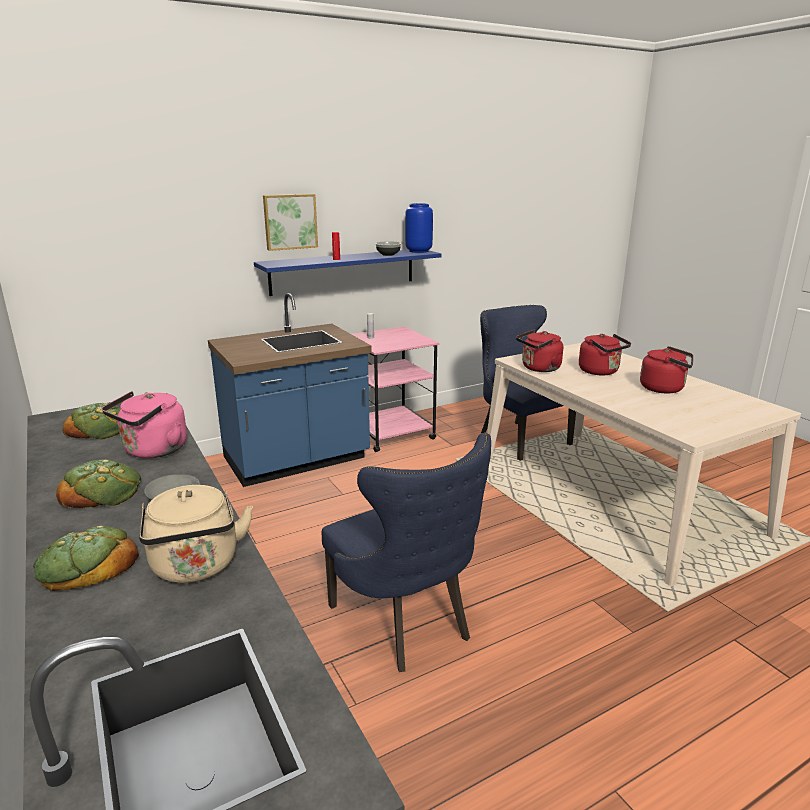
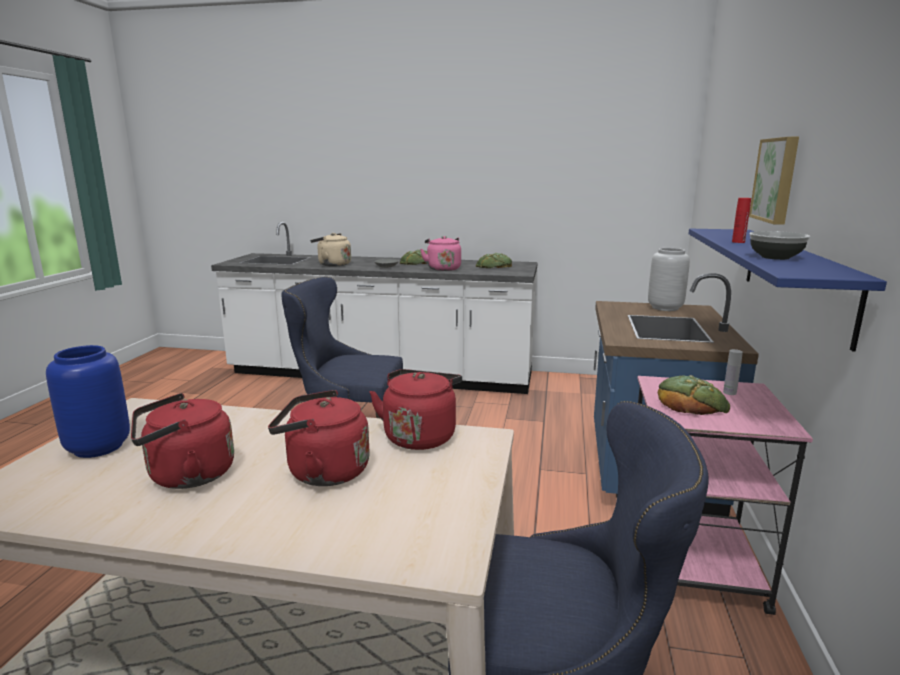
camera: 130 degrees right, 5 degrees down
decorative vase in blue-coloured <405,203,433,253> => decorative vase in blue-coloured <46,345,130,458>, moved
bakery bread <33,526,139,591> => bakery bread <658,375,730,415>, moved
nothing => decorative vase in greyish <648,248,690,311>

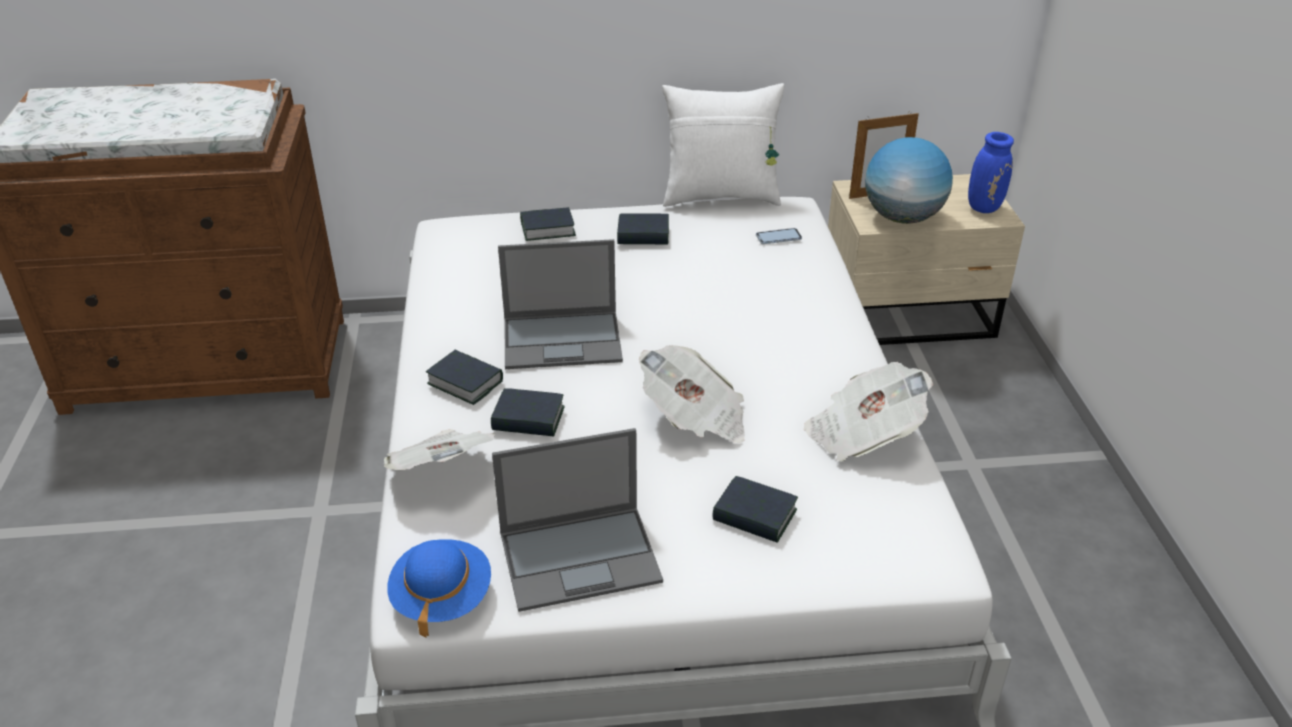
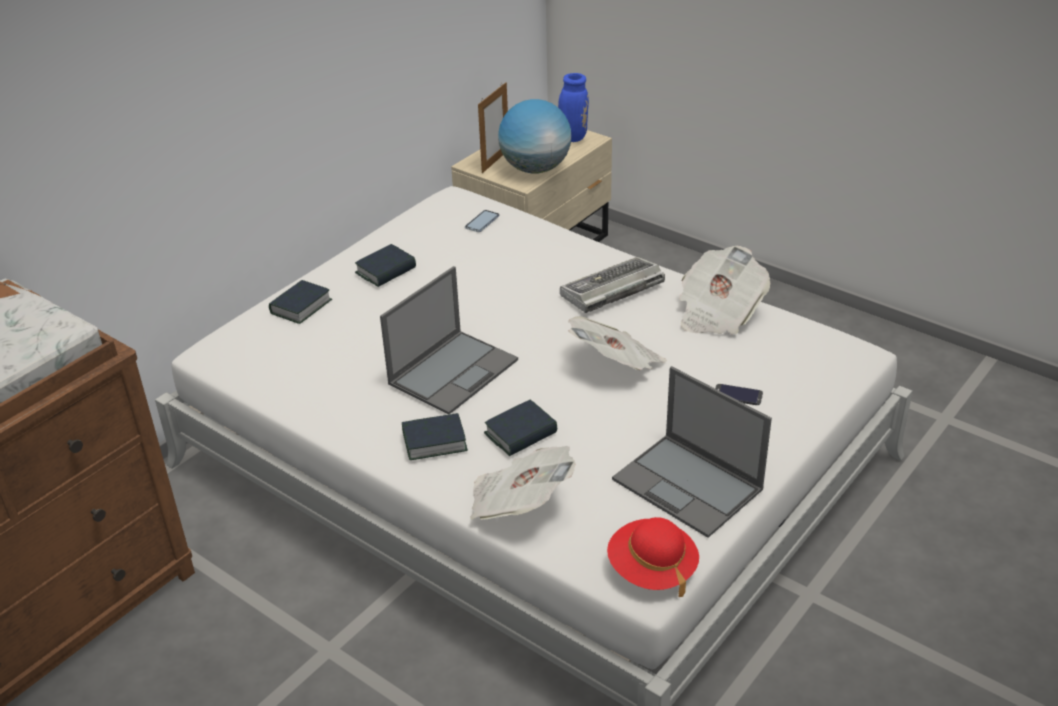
camera: 45 degrees left, 0 degrees up
cushion in white-coloured <662,83,784,207> => nothing
laptop <492,428,663,612> => laptop <612,366,772,538>, 105 degrees clockwise
book <713,476,798,543> => handset <715,384,763,405>
clothing hat in blue-coloured <387,539,491,638> => clothing hat in red-coloured <607,517,699,597>
nothing => keyboard <560,257,665,313>

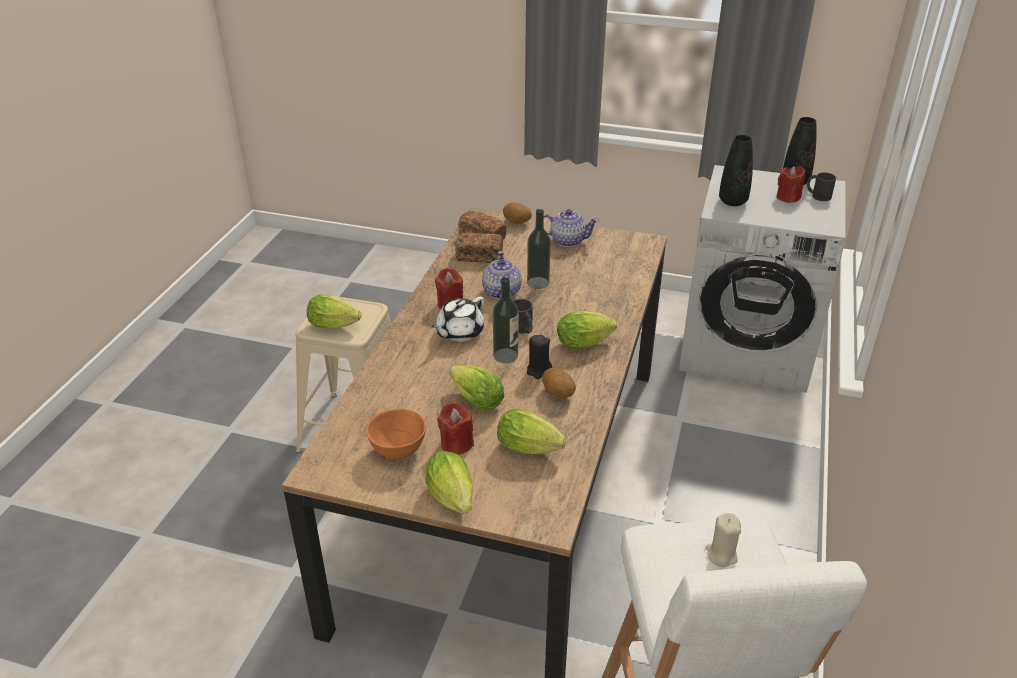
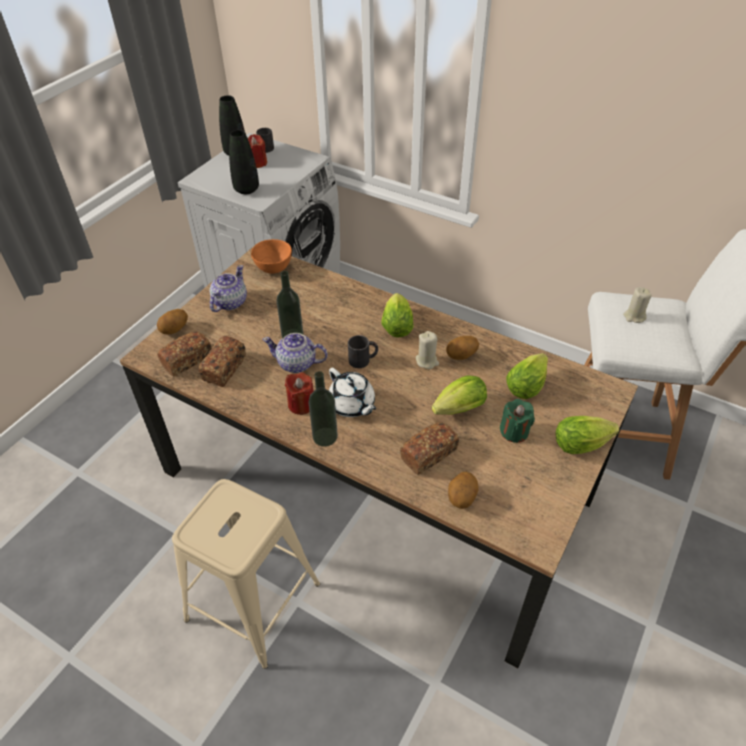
camera: 75 degrees left, 10 degrees up
bottle <493,277,519,363> => bottle <308,371,338,447>, moved
lettuce <307,295,361,329> => nothing
candle in black-coloured <527,335,552,379> => candle in beige-coloured <416,331,439,369>
candle in red-coloured <438,402,474,455> => candle in green-coloured <500,399,535,443>
deep dish in orangey <366,409,426,459> => deep dish in orangey <251,239,292,274>, moved
nothing => bakery bread <400,422,459,475>
nothing => potato <448,471,479,509>

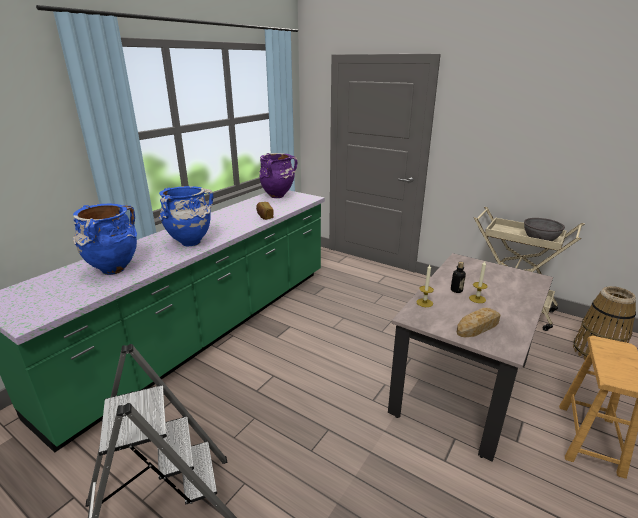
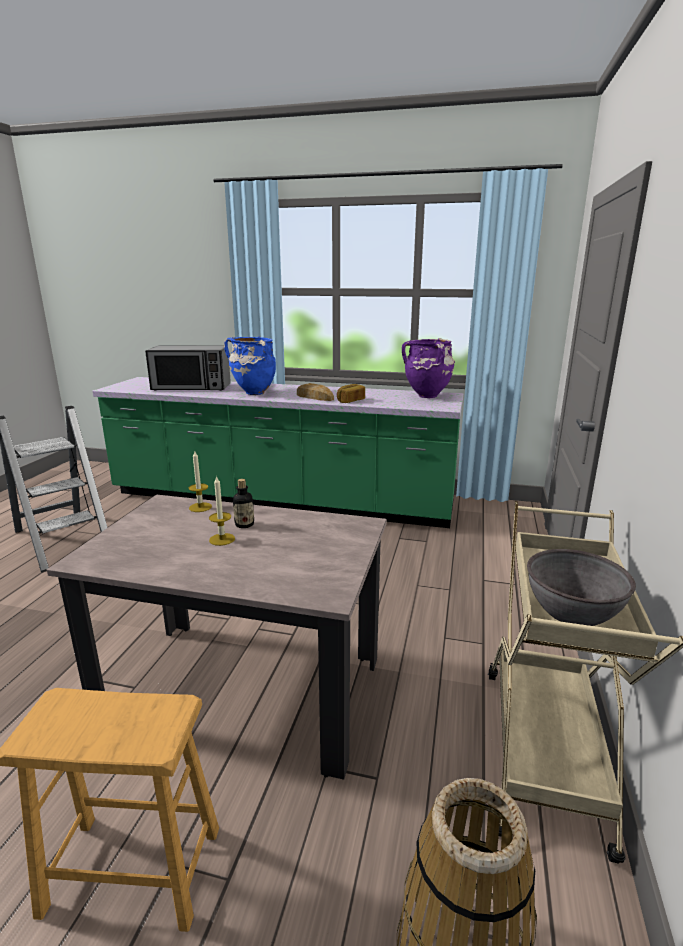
camera: 70 degrees right, 5 degrees down
decorative vase in blue-coloured <73,204,137,275> => microwave oven <145,346,231,391>
bakery bread <457,308,501,337> => bakery bread <297,383,334,401>, moved

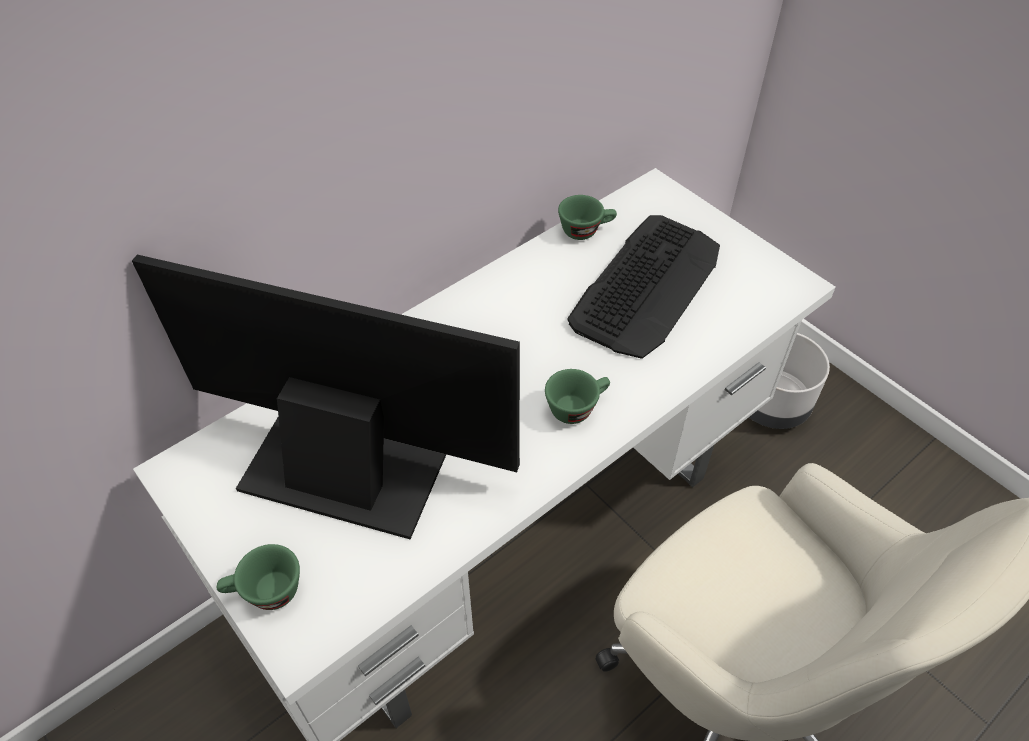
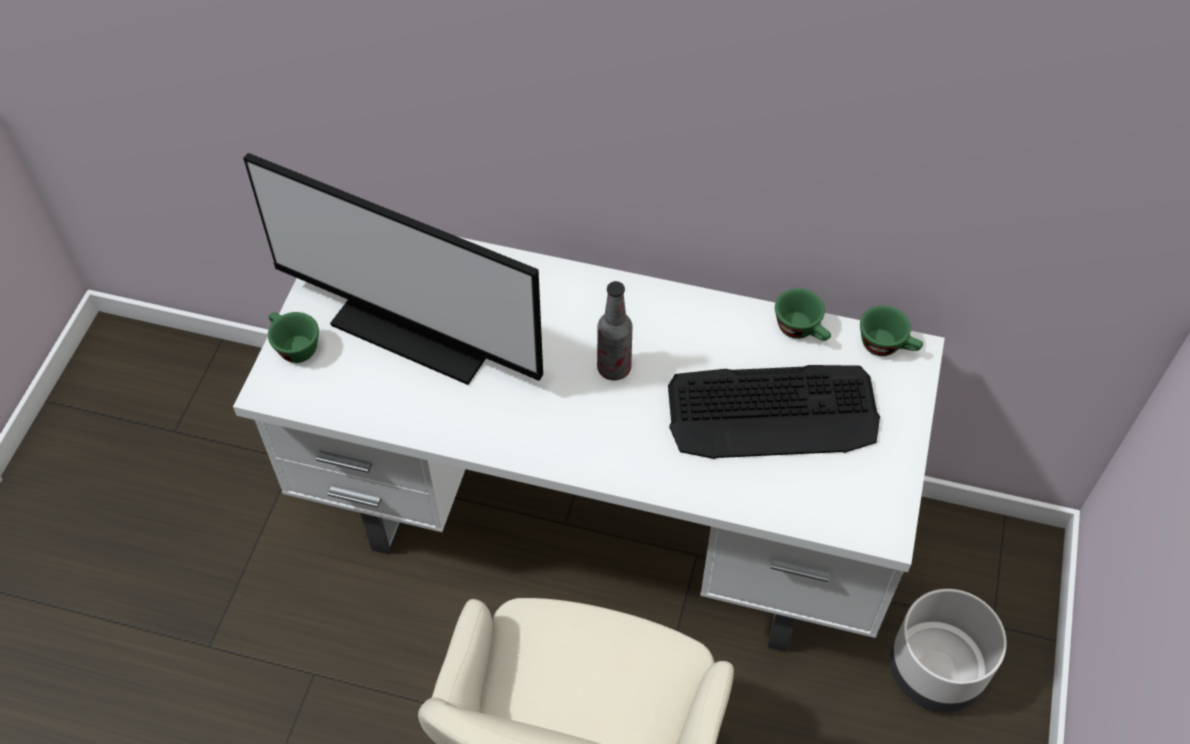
camera: 55 degrees right, 5 degrees up
computer screen <132,255,520,539> => computer screen <243,153,543,385>, 135 degrees clockwise
drinking cup in green-coloured <545,369,610,424> => drinking cup in green-coloured <860,306,923,356>, moved
nothing => bottle <597,281,632,380>

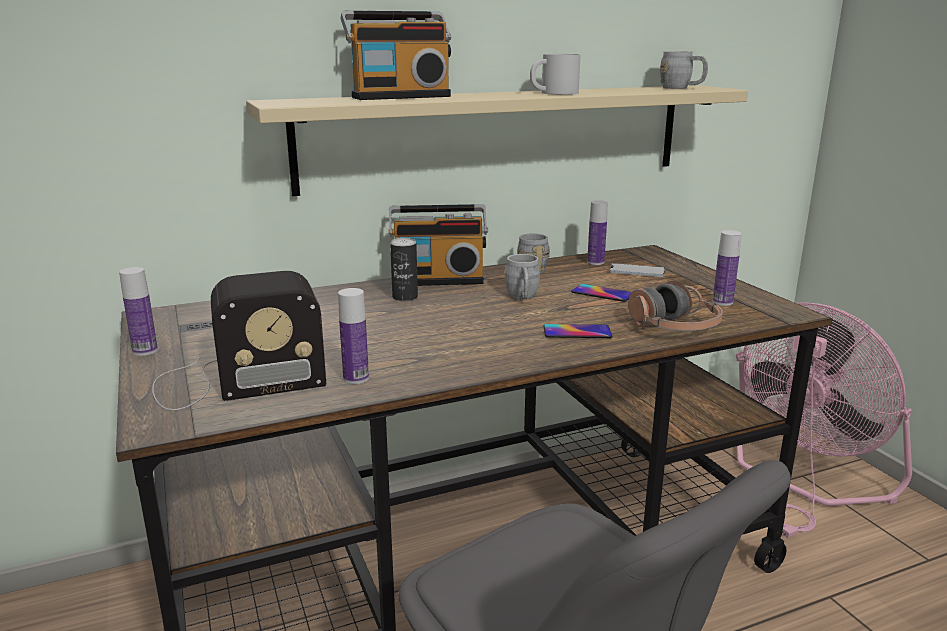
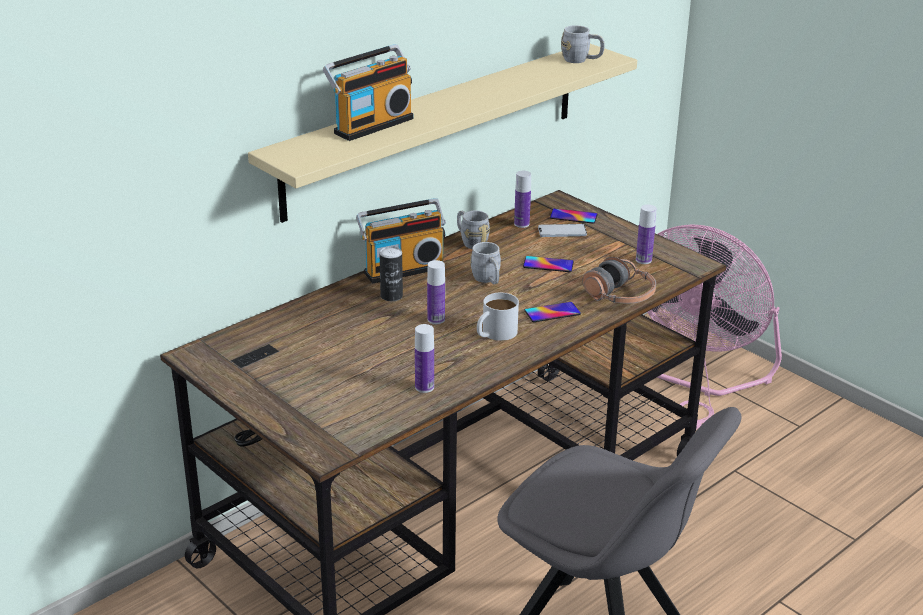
camera: 20 degrees left, 10 degrees up
tea mug in white-coloured <530,54,581,95> => tea mug in white-coloured <477,293,519,341>, moved
bottle <119,267,158,356> => bottle <427,260,445,324>, moved
radio receiver <152,271,326,410> => nothing
nothing => handset <550,208,598,224>

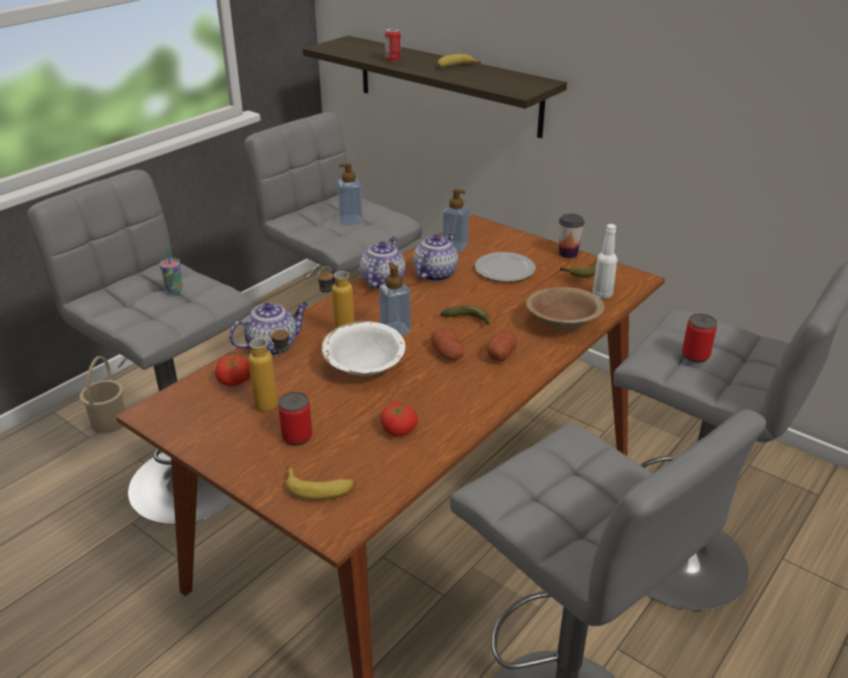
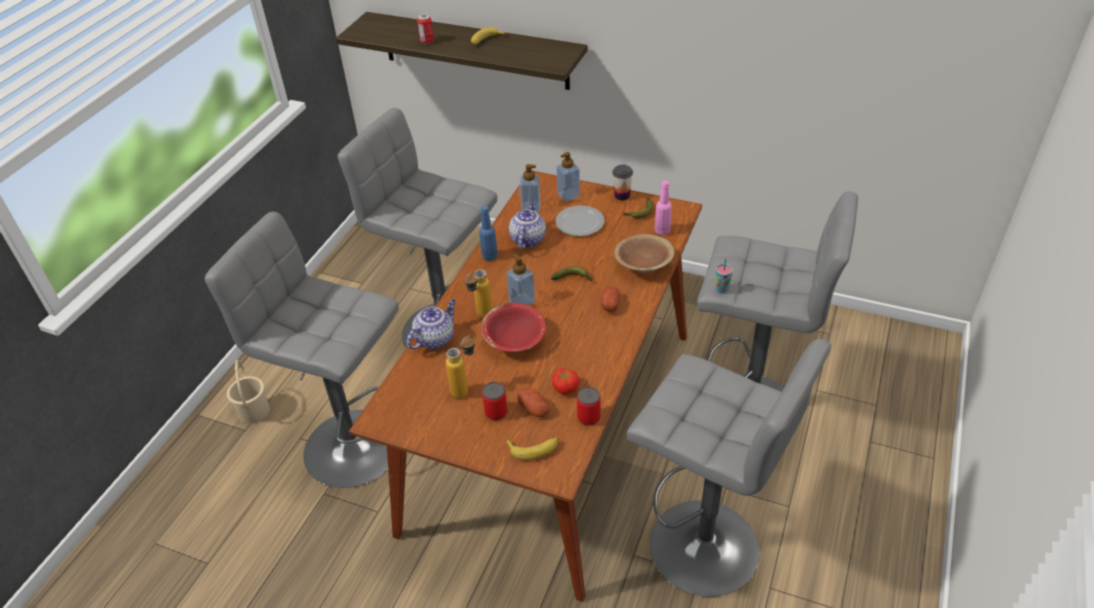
camera: 15 degrees left, 10 degrees up
soap bottle <337,163,363,225> => soap bottle <556,152,580,201>, moved
bottle in white-coloured <593,224,617,299> => bottle in pink <655,181,672,235>
teapot <360,237,406,289> => bottle in blue-coloured <479,206,498,261>
drinking cup <160,248,183,294> => drinking cup <715,259,733,293>, moved
sealed can <682,314,717,363> => sealed can <577,387,600,426>, moved
deep dish in white-coloured <322,321,405,376> => deep dish in red-coloured <481,303,546,352>
potato <431,327,464,360> => potato <518,388,550,417>, moved
tomato <215,356,251,386> => nothing

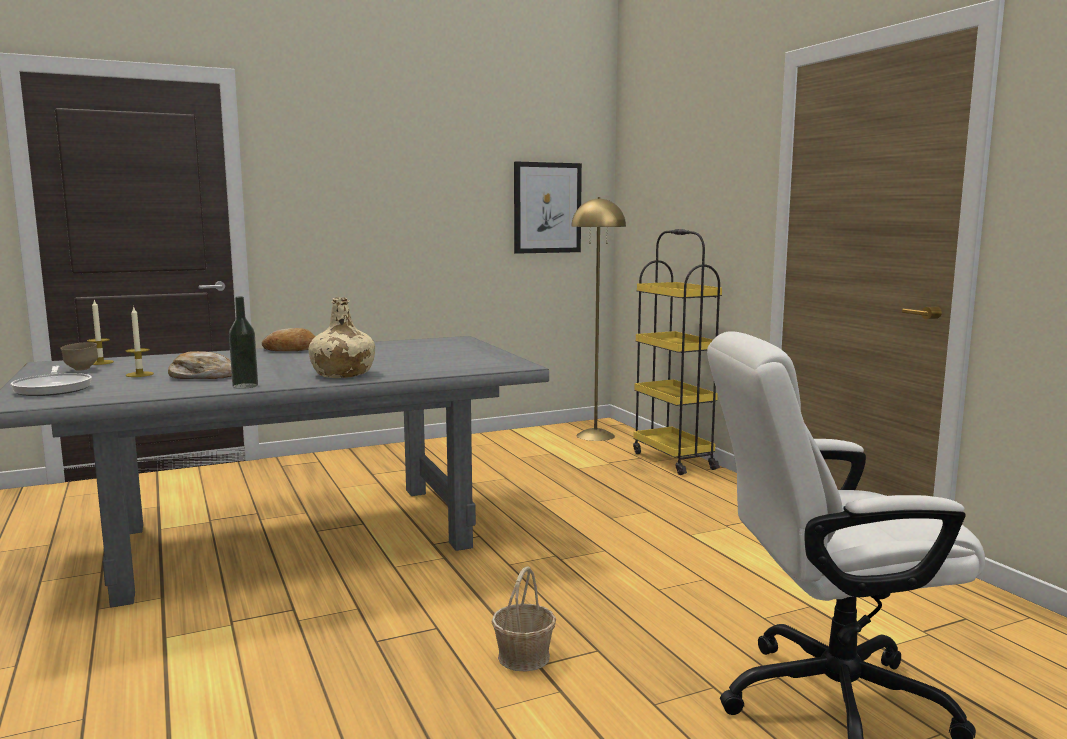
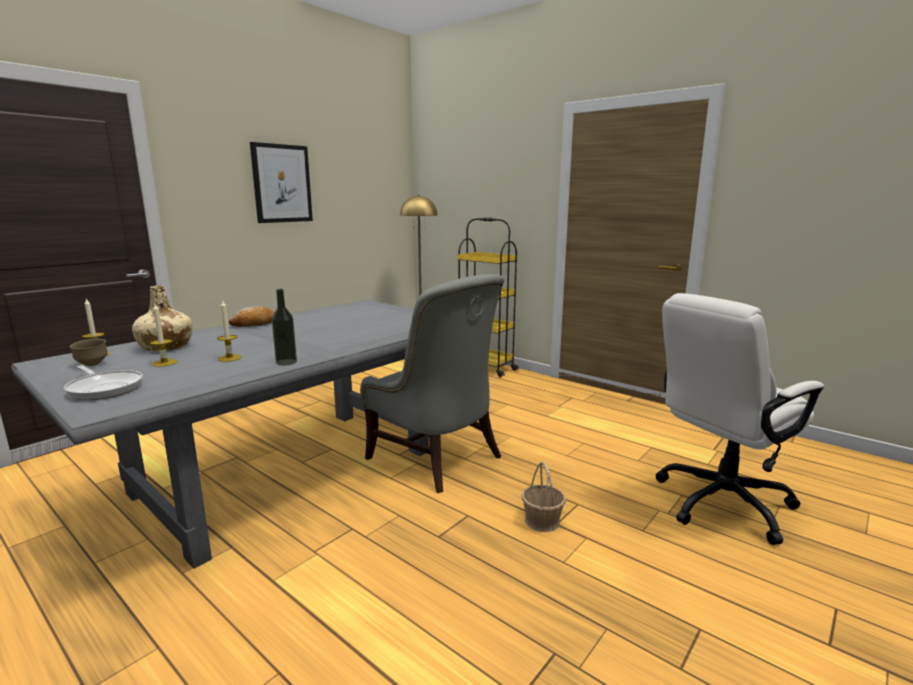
camera: 25 degrees left, 5 degrees up
wall art <514,162,582,254> => wall art <250,142,313,223>, moved
bottle in beige-coloured <308,297,375,378> => bottle in beige-coloured <132,285,192,352>, moved
bakery bread <168,351,232,379> => candle <217,301,242,362>
nothing => chair in greyish <360,274,505,493>

